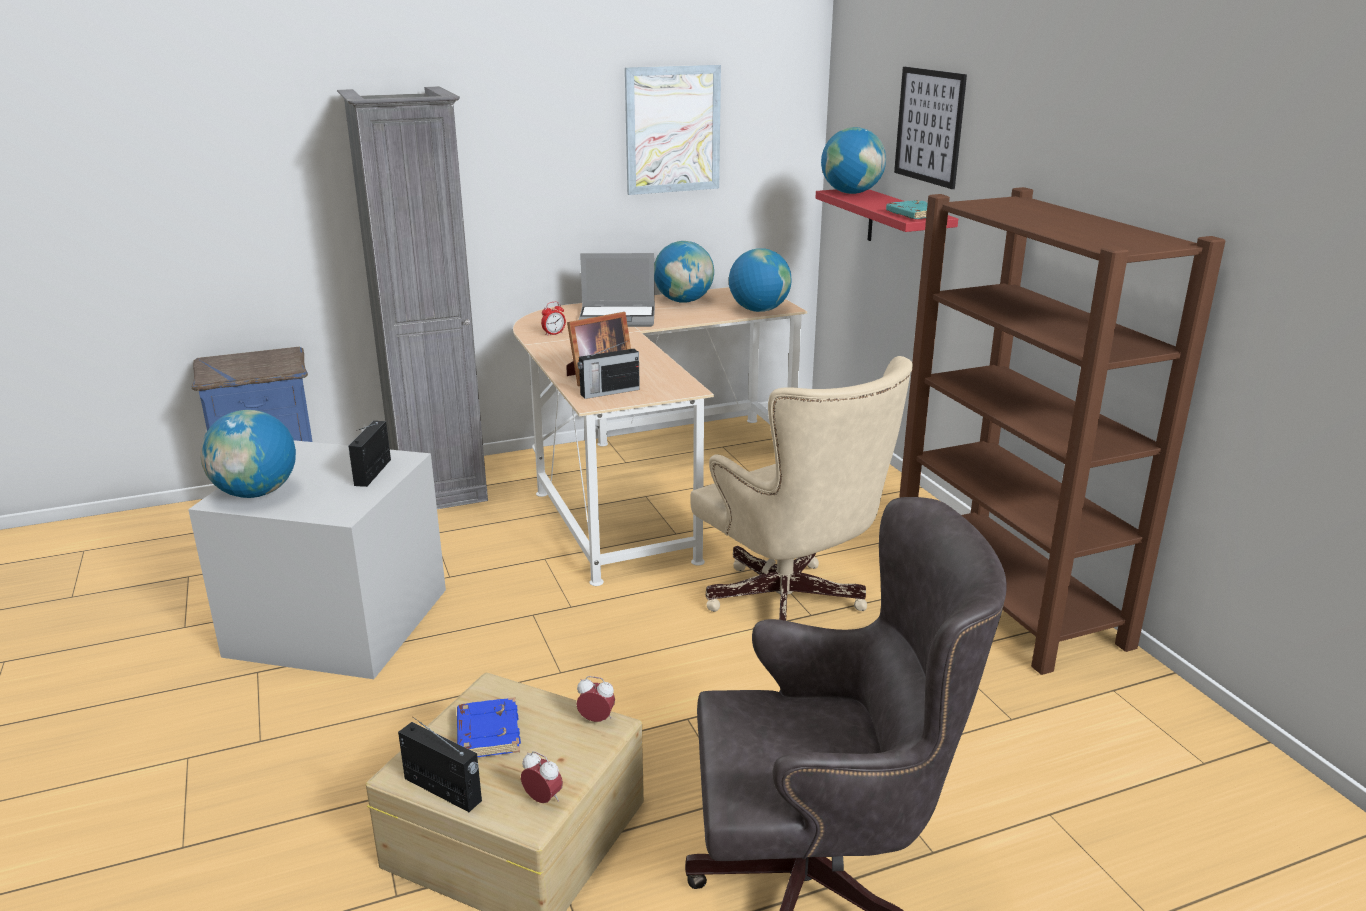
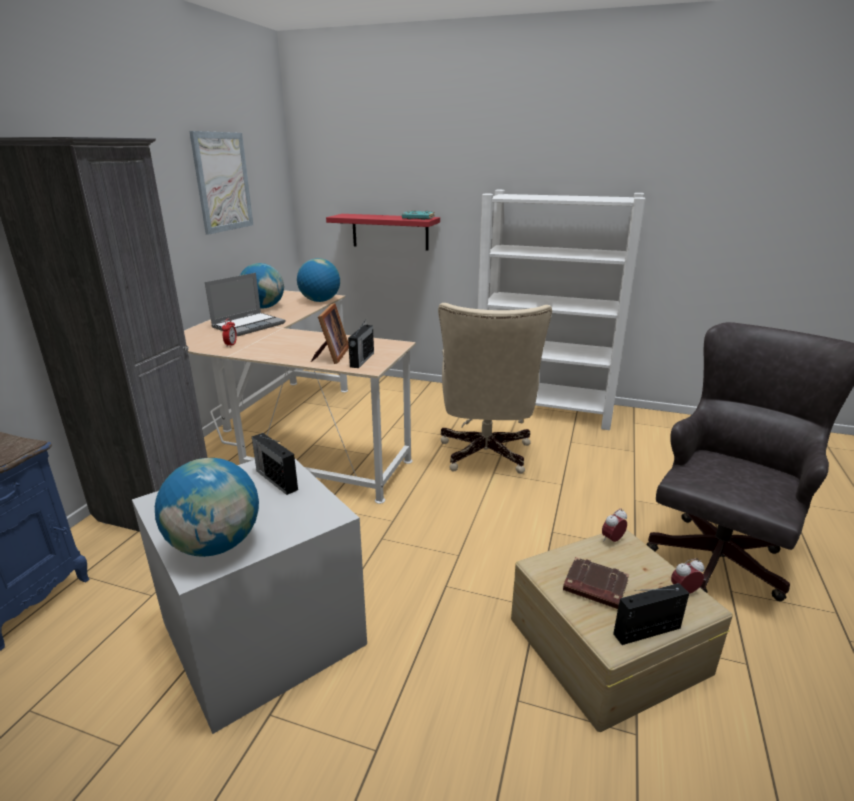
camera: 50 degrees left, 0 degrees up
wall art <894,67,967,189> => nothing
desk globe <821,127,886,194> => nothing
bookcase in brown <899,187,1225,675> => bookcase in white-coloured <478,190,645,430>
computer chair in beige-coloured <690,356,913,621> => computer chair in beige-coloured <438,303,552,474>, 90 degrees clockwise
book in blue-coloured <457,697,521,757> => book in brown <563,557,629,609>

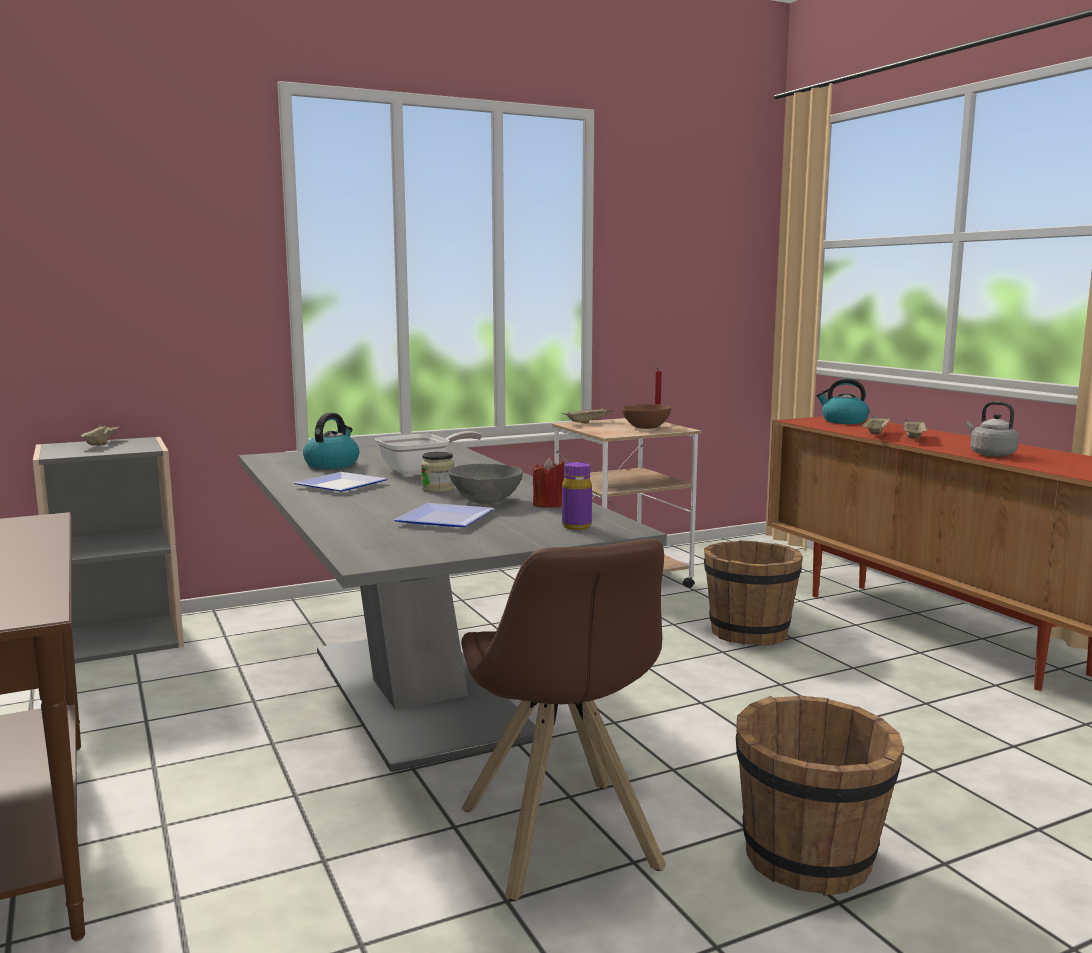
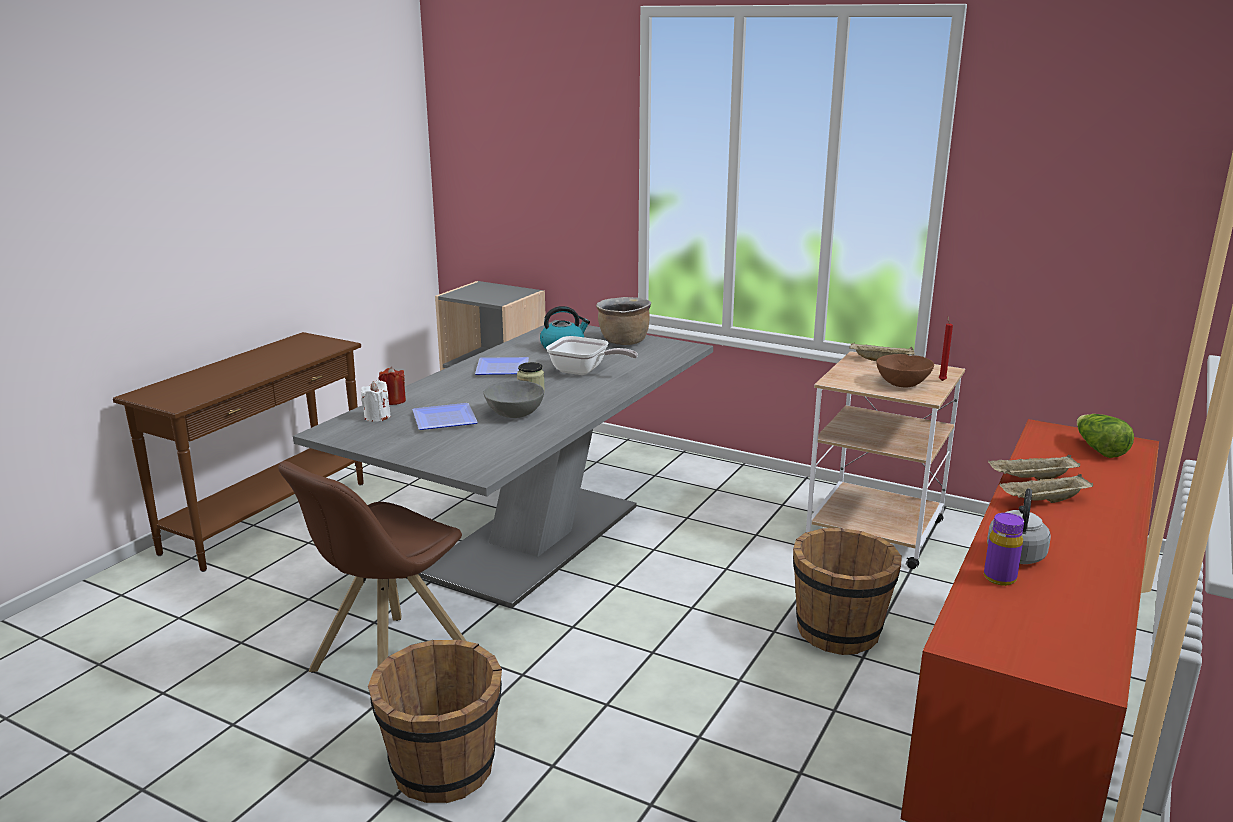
camera: 55 degrees right, 10 degrees up
water kettle <816,378,869,424> => lettuce <1077,414,1134,458>
serving tray in beige-coloured <77,424,124,445> => nothing
candle in red-coloured <533,458,565,508> => candle in red-coloured <379,367,406,405>, moved
bottle in purple-coloured <562,462,592,530> => bottle in purple-coloured <984,513,1024,586>, moved
nothing => cooking pot in brown <596,297,651,345>
nothing => candle in white-coloured <361,380,390,422>

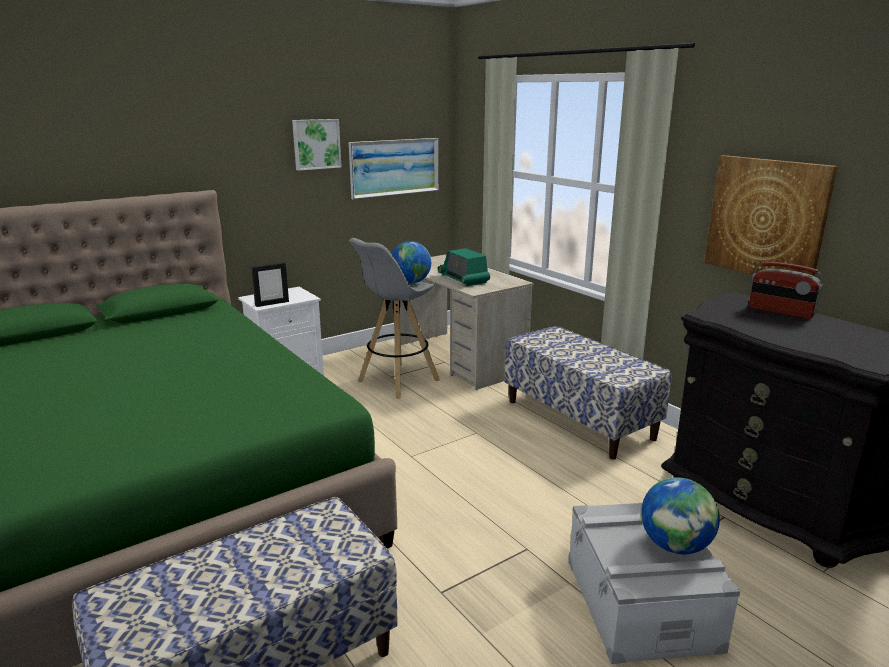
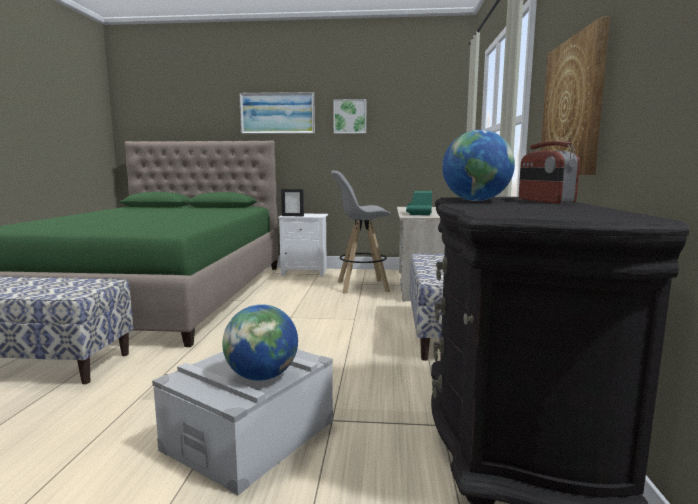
camera: 40 degrees right, 10 degrees down
wall art <349,138,439,200> => wall art <239,92,315,134>, moved
desk globe <391,241,431,284> => desk globe <442,130,515,201>, moved

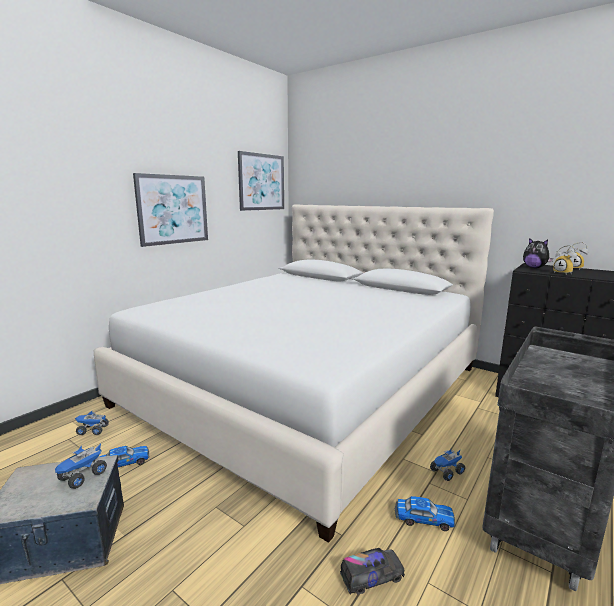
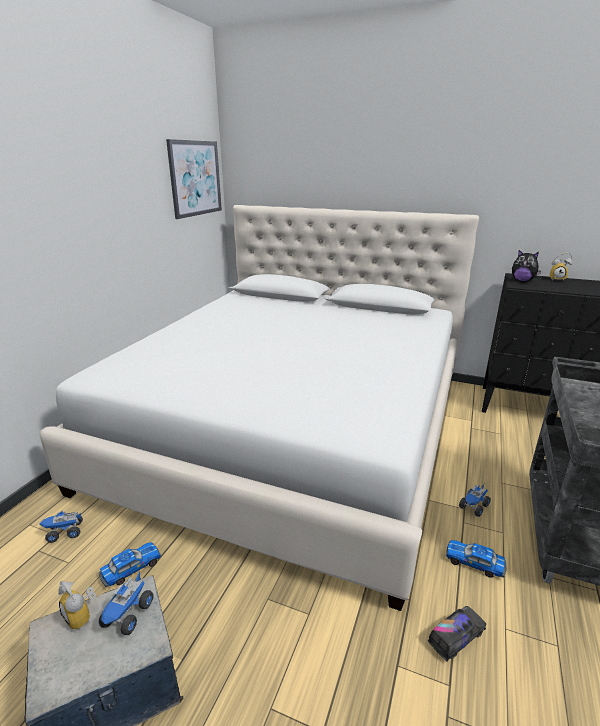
camera: 15 degrees left, 10 degrees up
wall art <133,173,208,247> => nothing
bedside clock <553,245,577,275> => bedside clock <58,580,96,630>, moved
model car <395,496,455,531> => model car <446,540,507,578>, 150 degrees counterclockwise

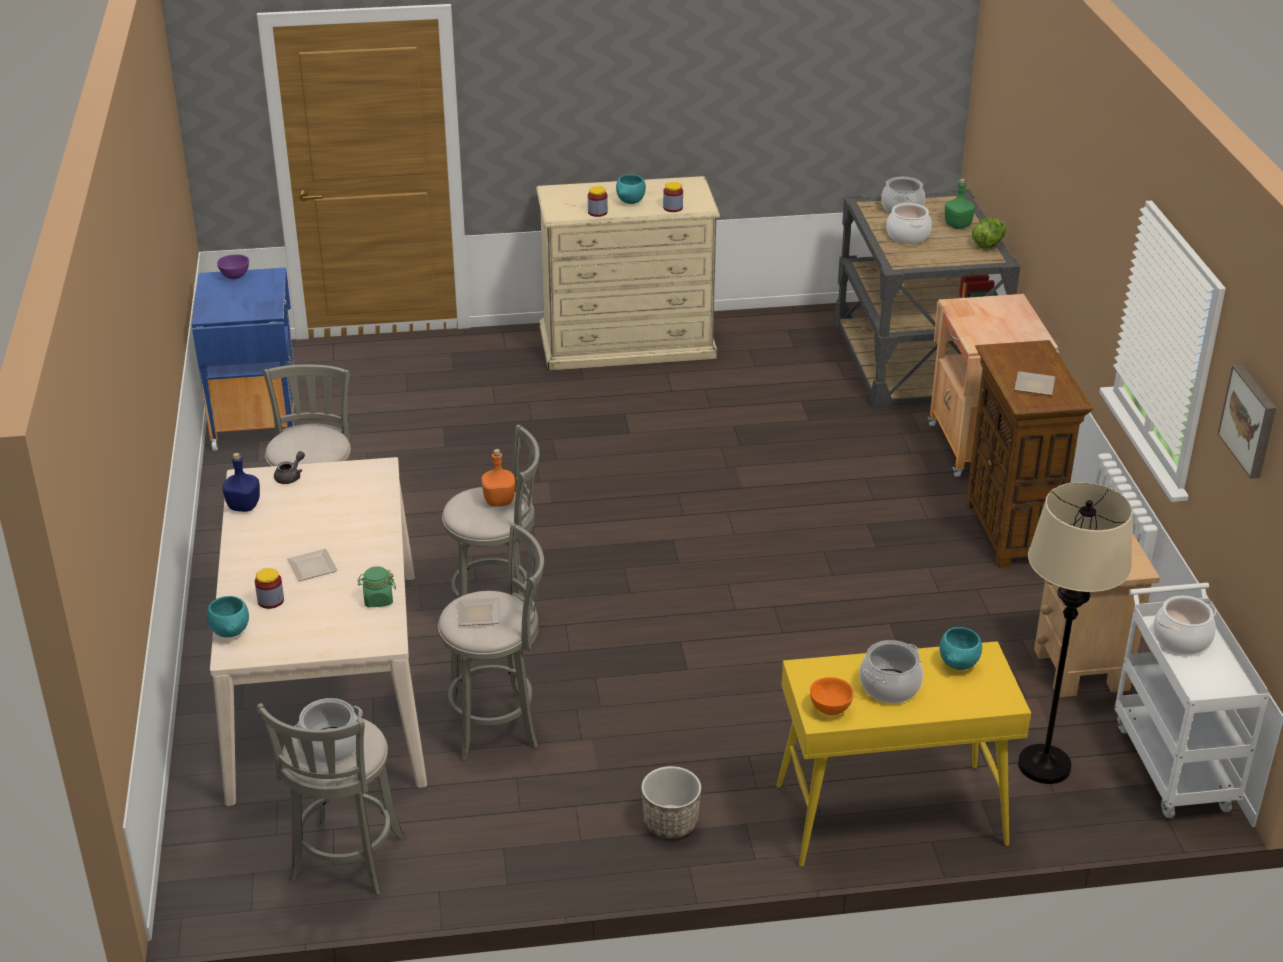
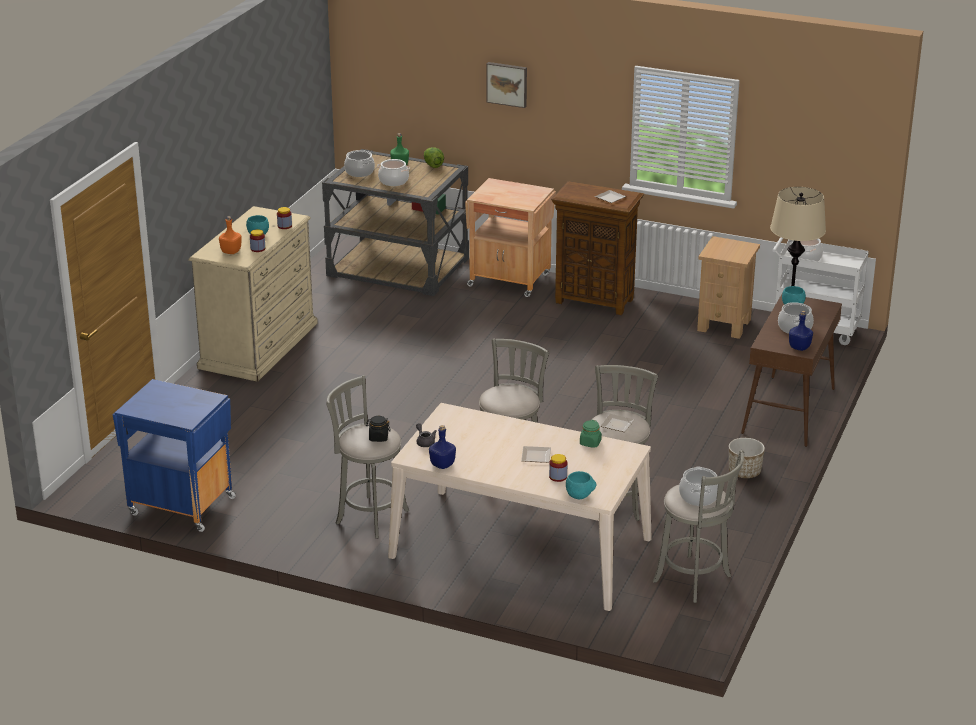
camera: 60 degrees left, 5 degrees down
deep dish in purple-coloured <217,254,249,279> => nothing
wall art <1218,365,1276,479> => wall art <486,62,527,108>, moved
bottle in orangey <482,449,515,507> => bottle in orangey <219,216,242,254>, moved
console table in yellowish <776,641,1031,867> => console table in brown <741,294,842,447>
deep dish in orangey <810,677,854,715> => bottle in blue-coloured <789,311,813,351>
nothing => storage jar in black-coloured <366,416,391,442>

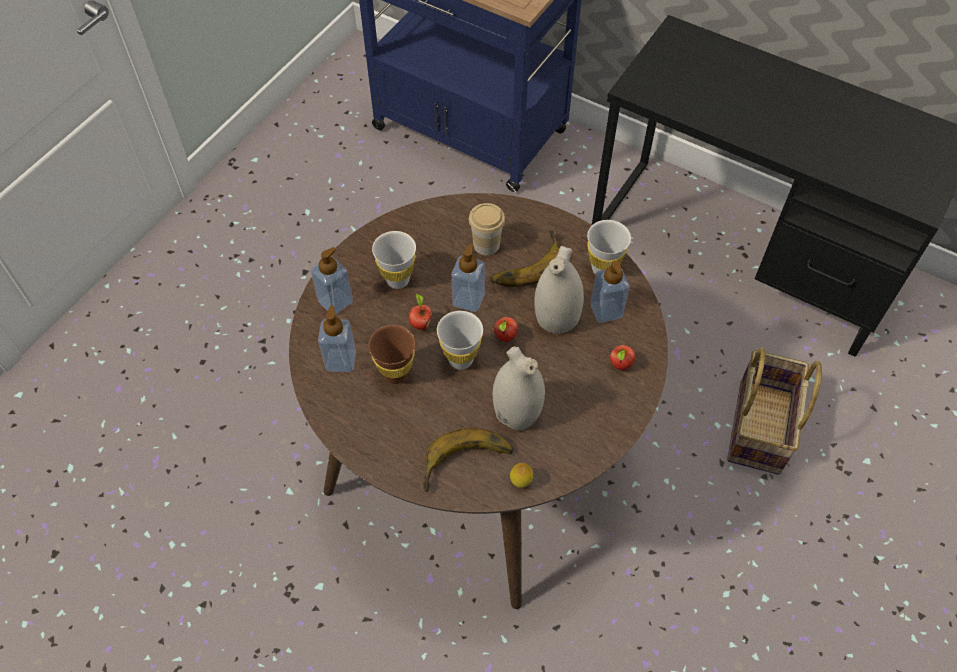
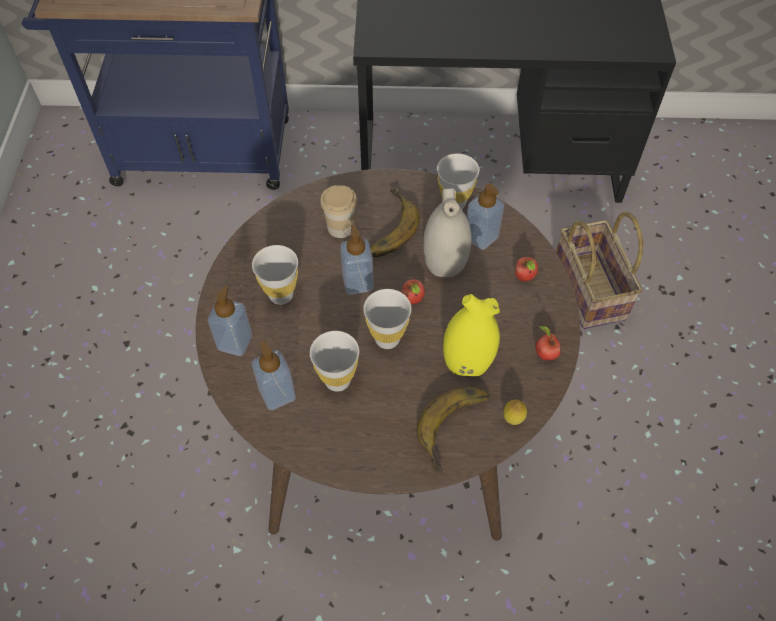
camera: 30 degrees left, 0 degrees up
apple fruit <409,293,432,330> => apple fruit <536,326,561,360>, moved
drinking cup in brown <368,325,415,384> => drinking cup in white-coloured <310,331,359,392>
decorative vase in white-coloured <493,347,545,430> => decorative vase in yellowish <443,294,500,376>

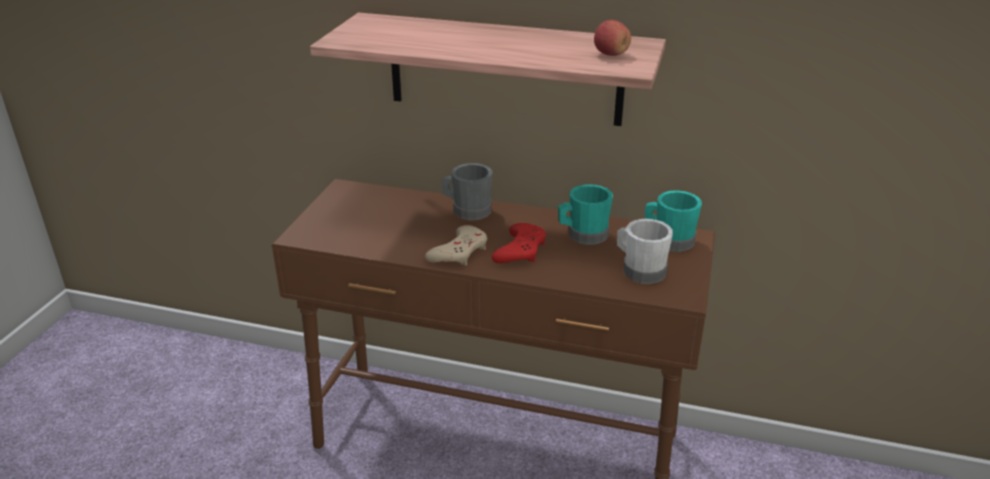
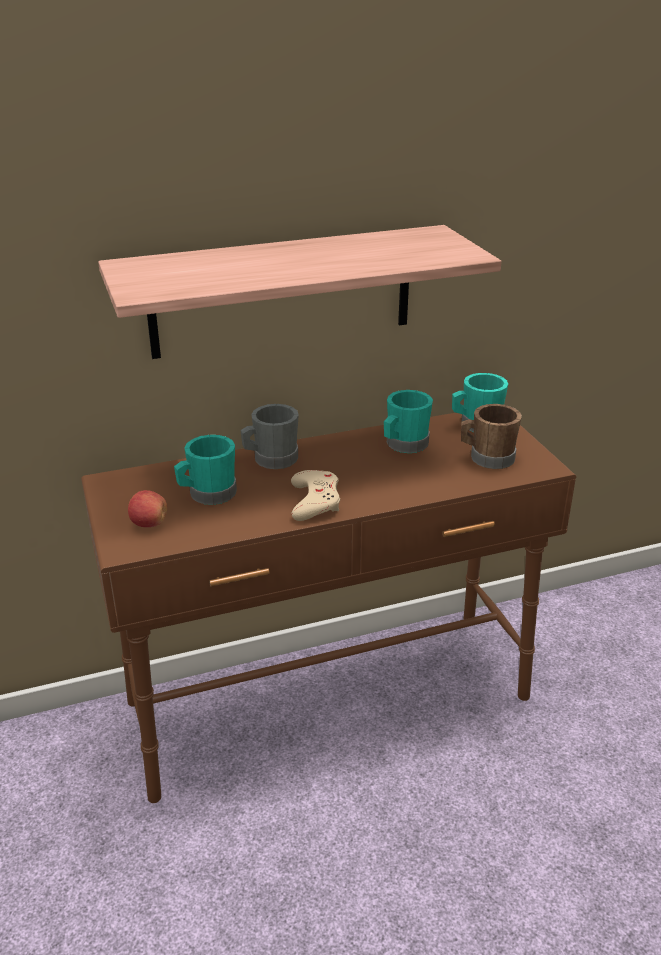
camera: 35 degrees left, 0 degrees up
apple fruit <594,20,631,56> => apple fruit <128,490,167,527>, moved
tea mug in white-coloured <617,219,673,284> => tea mug in brown <461,404,522,469>
gamepad in red-coloured <492,223,546,263> => nothing
nothing => tea mug in turquoise <174,435,237,505>

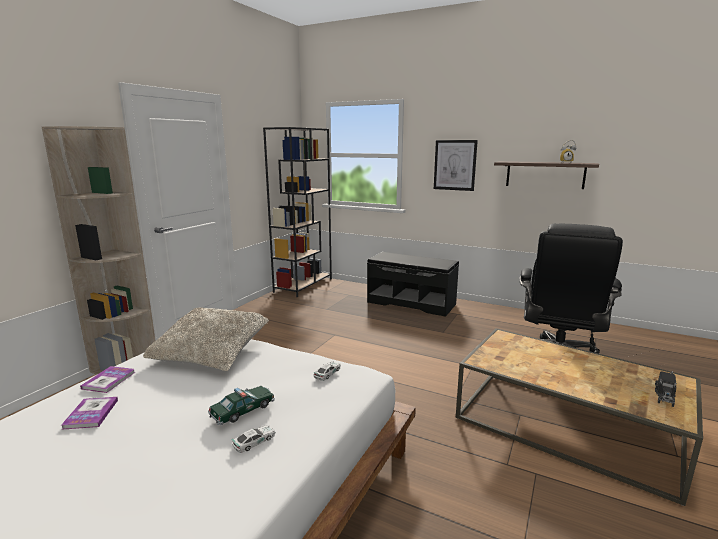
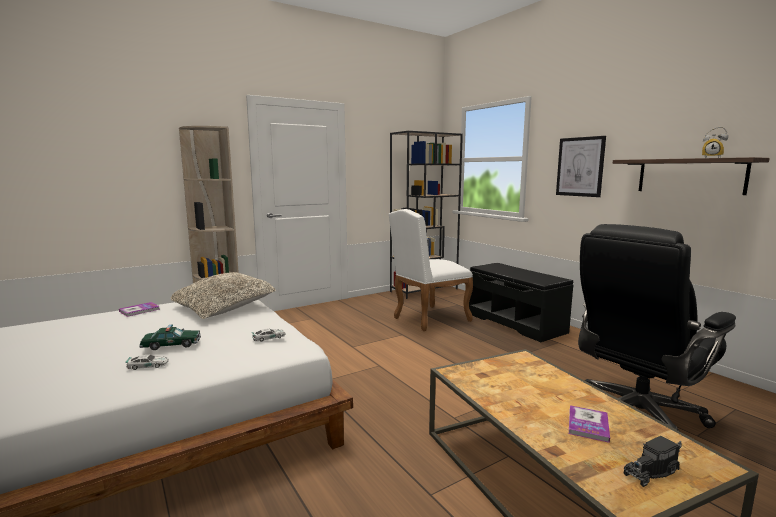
camera: 30 degrees right, 5 degrees down
book <61,397,118,430> => book <569,405,610,443>, moved
nothing => chair in white-coloured <389,209,473,331>

